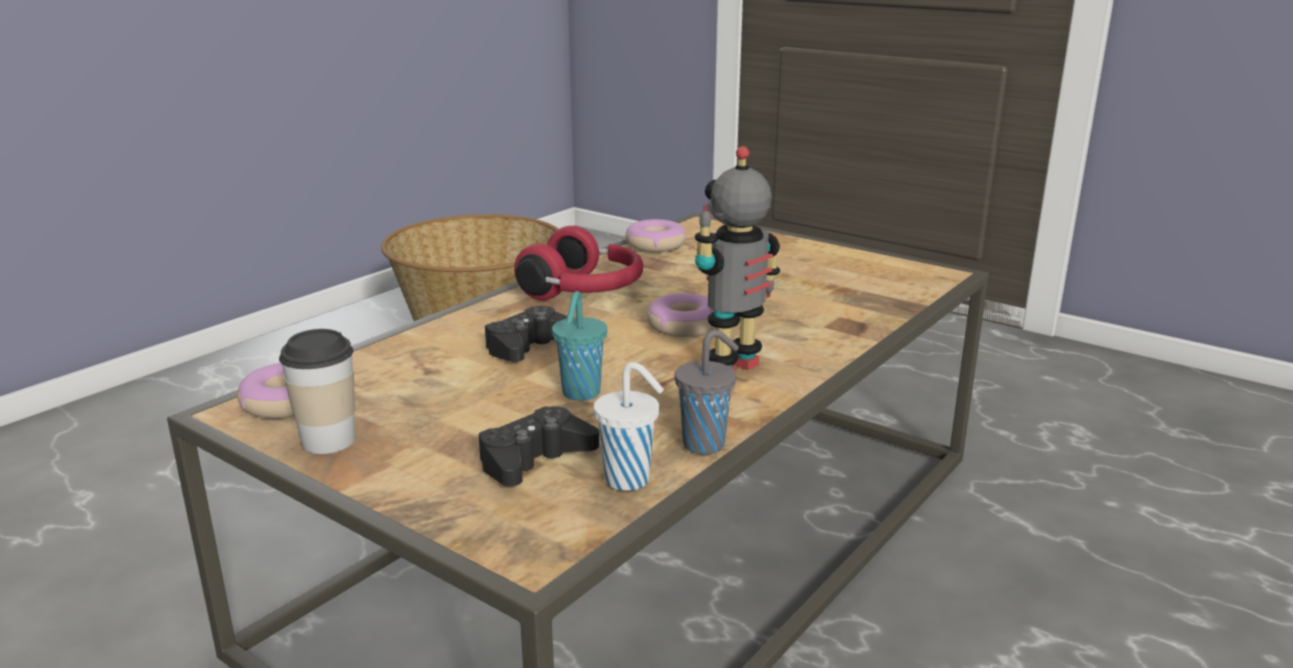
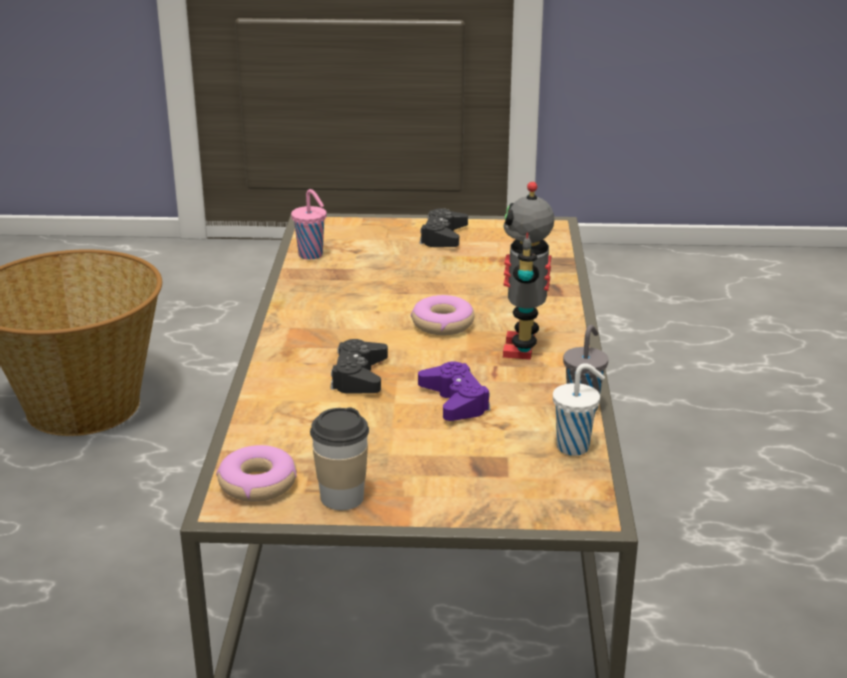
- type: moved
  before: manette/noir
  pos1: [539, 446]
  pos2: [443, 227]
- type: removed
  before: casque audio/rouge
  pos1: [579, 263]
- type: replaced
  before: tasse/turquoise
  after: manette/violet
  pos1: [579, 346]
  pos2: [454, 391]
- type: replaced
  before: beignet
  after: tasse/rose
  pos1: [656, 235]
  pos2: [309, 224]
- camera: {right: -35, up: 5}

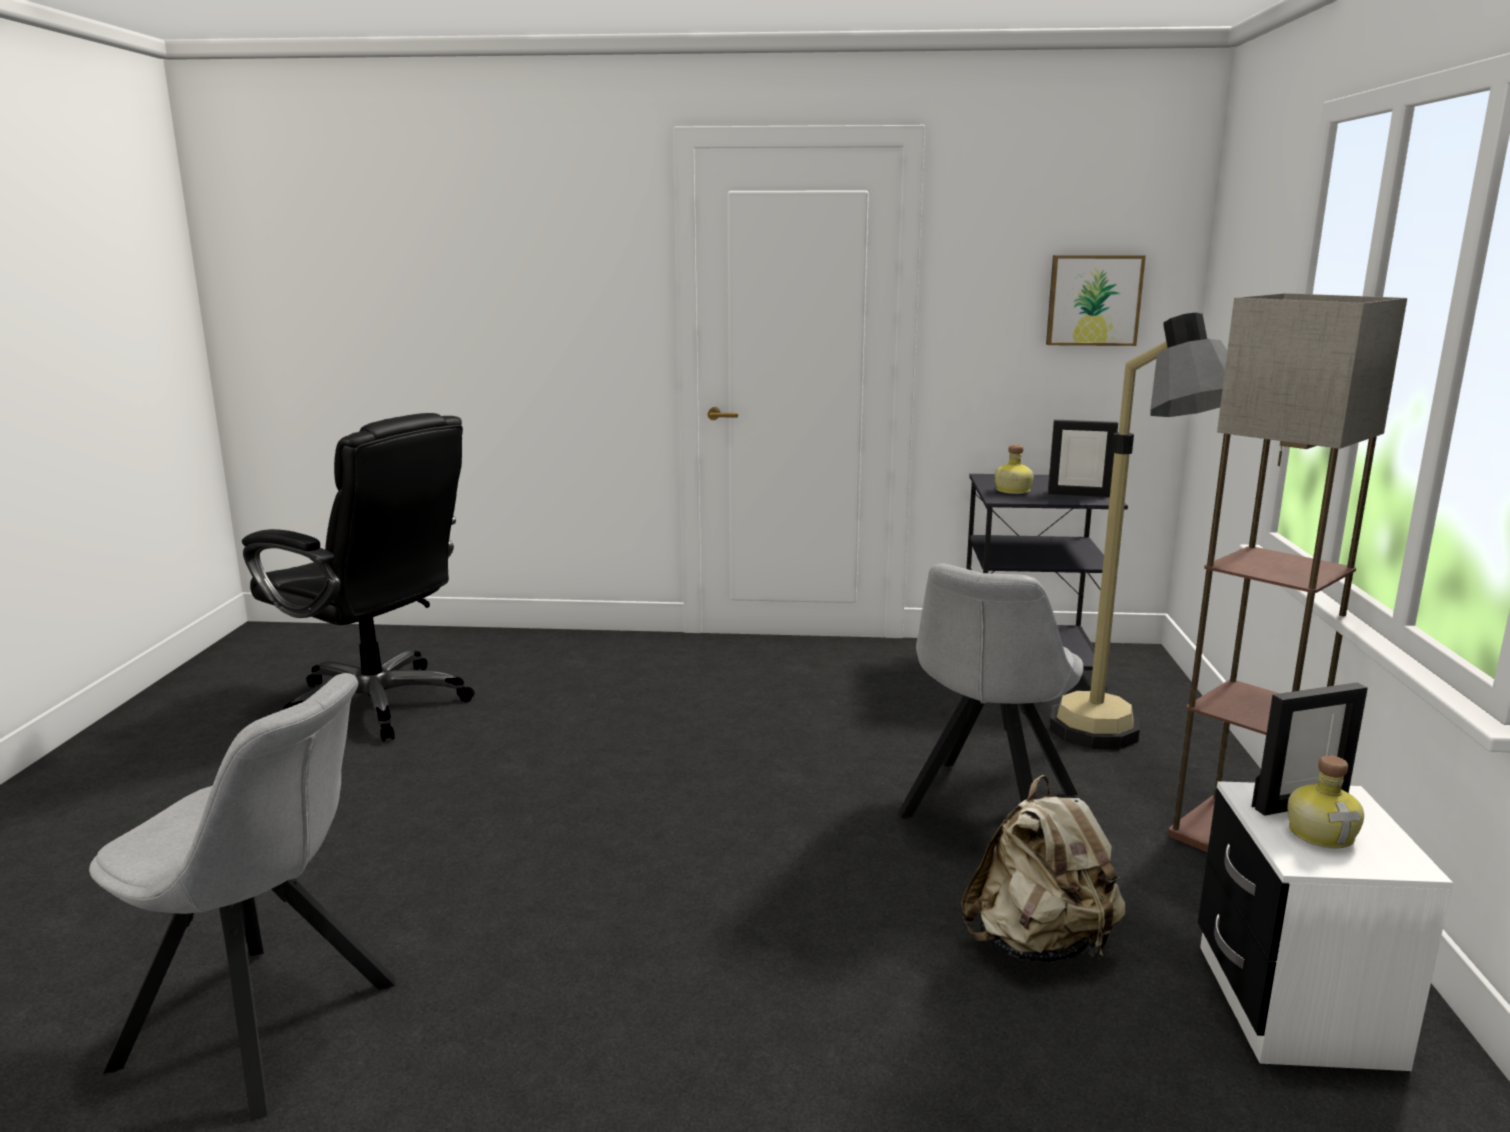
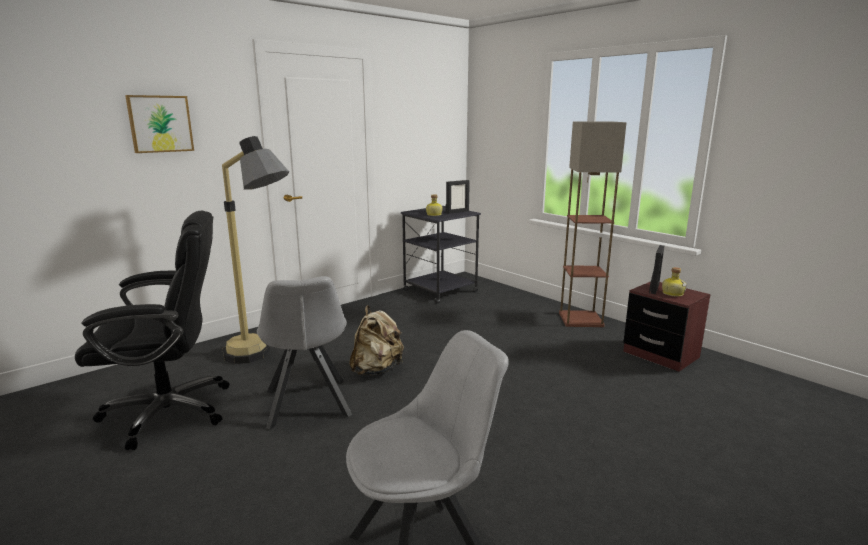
- type: moved
  before: chaise/gris
  pos1: [990, 691]
  pos2: [304, 352]
- type: moved
  before: sac à dos/beige
  pos1: [1043, 869]
  pos2: [376, 340]
- type: moved
  before: tableau
  pos1: [1096, 300]
  pos2: [159, 124]
- type: moved
  before: lampadaire
  pos1: [1138, 530]
  pos2: [255, 250]
- type: recoloured
  before: table de chevet/blanc
  after: table de chevet/marron
  pos1: [1325, 926]
  pos2: [666, 327]
- camera: {right: -45, up: 0}

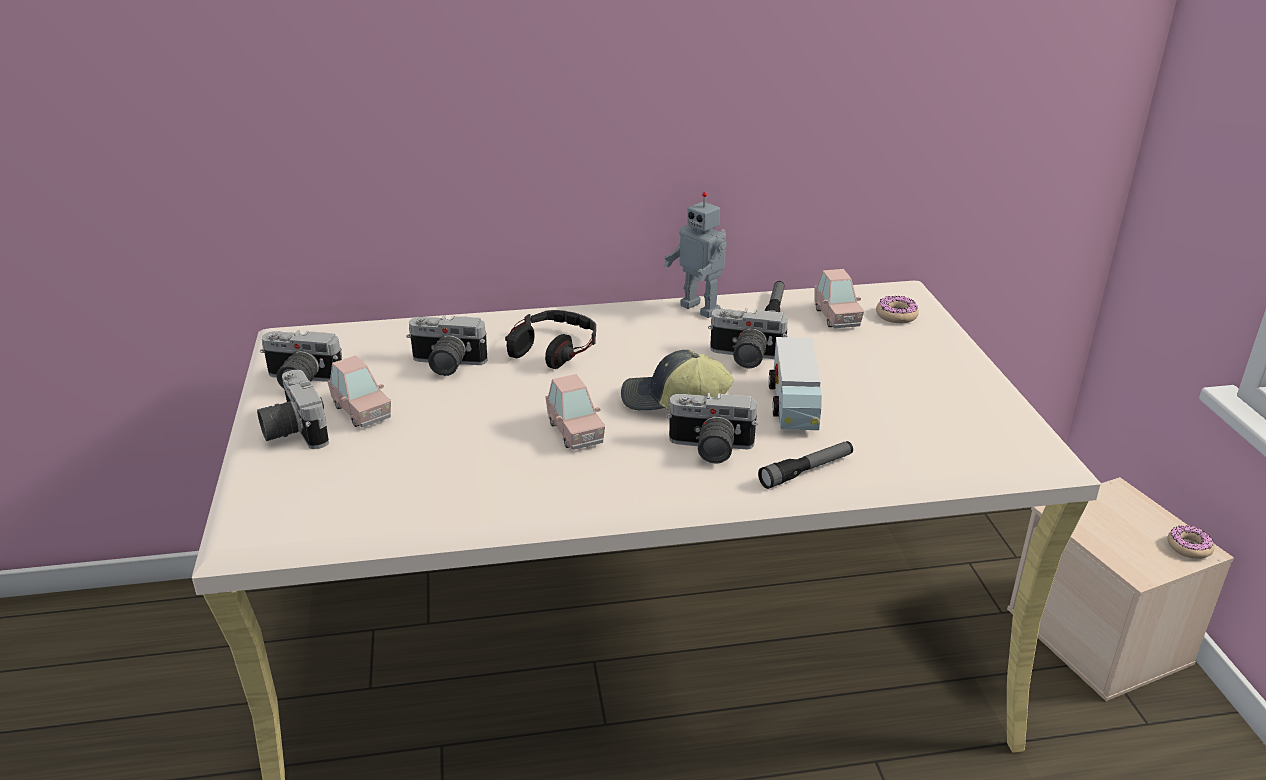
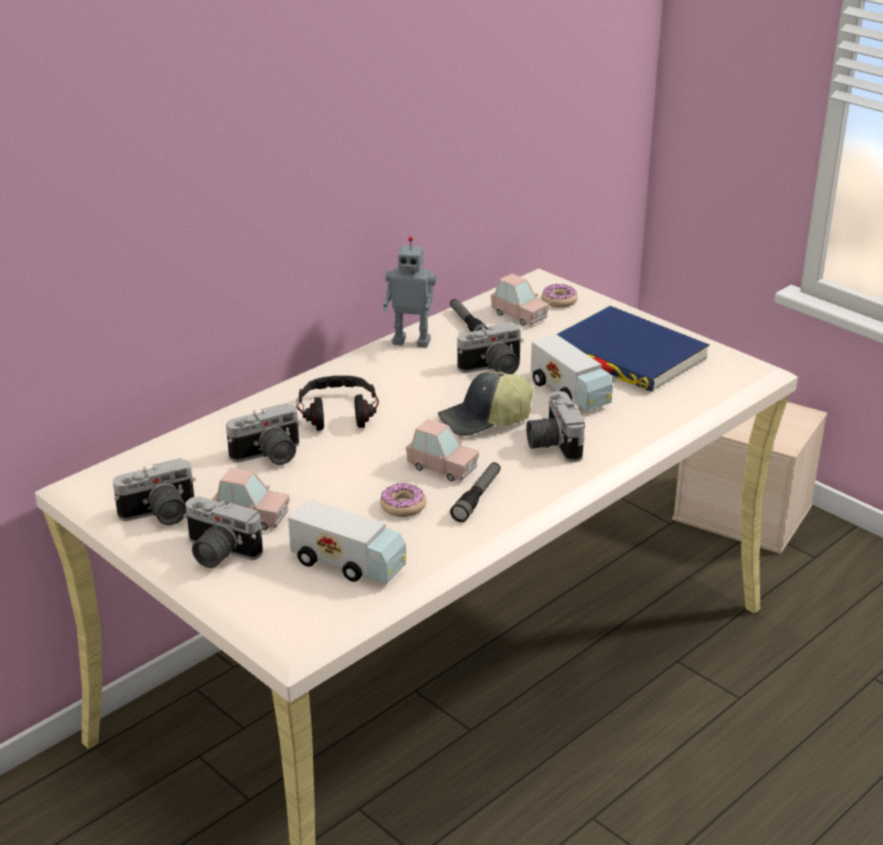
- type: turned
  before: appareil photo
  pos1: [712, 427]
  pos2: [555, 426]
  turn: 105
- type: moved
  before: lampe de poche
  pos1: [805, 465]
  pos2: [475, 492]
- type: moved
  before: beignet
  pos1: [1191, 542]
  pos2: [403, 500]
- type: added
  after: camion jouet
  pos2: [347, 541]
- type: added
  after: livre/bleu
  pos2: [633, 349]
- camera: {right: -35, up: 0}

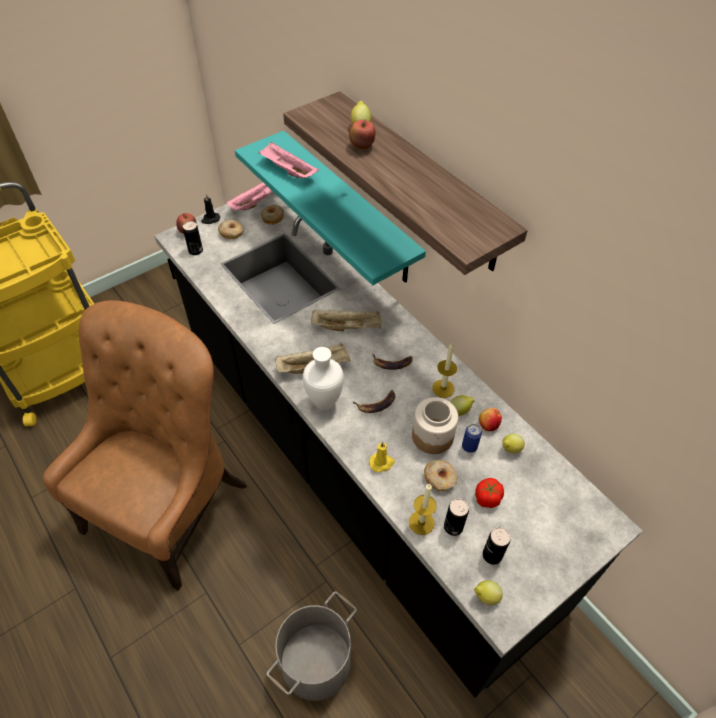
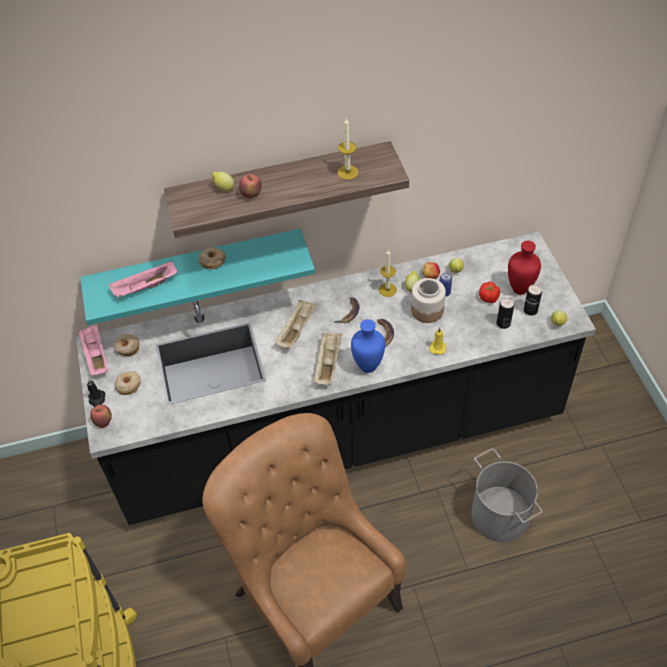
- type: removed
  before: boîte métallique
  pos1: [193, 238]
- type: recoloured
  before: vase/blanc
  after: vase/bleu
  pos1: [323, 378]
  pos2: [368, 346]
- type: moved
  before: bougie
  pos1: [423, 509]
  pos2: [348, 149]
- type: moved
  before: beignet
  pos1: [441, 475]
  pos2: [212, 258]
- type: added
  after: vase/rouge
  pos2: [524, 268]
- camera: {right: -65, up: 0}

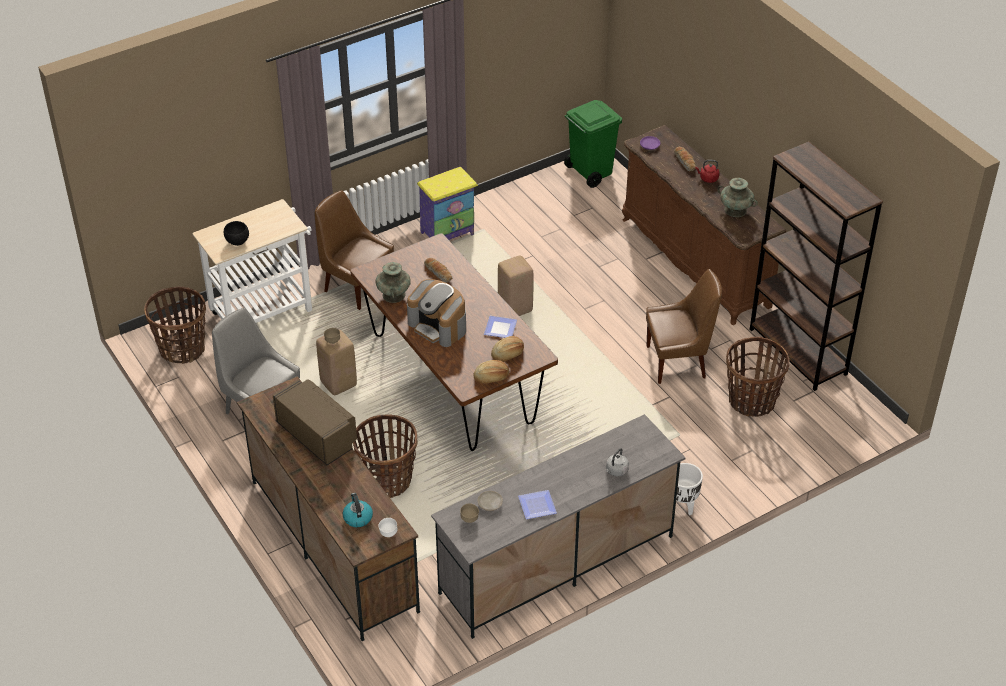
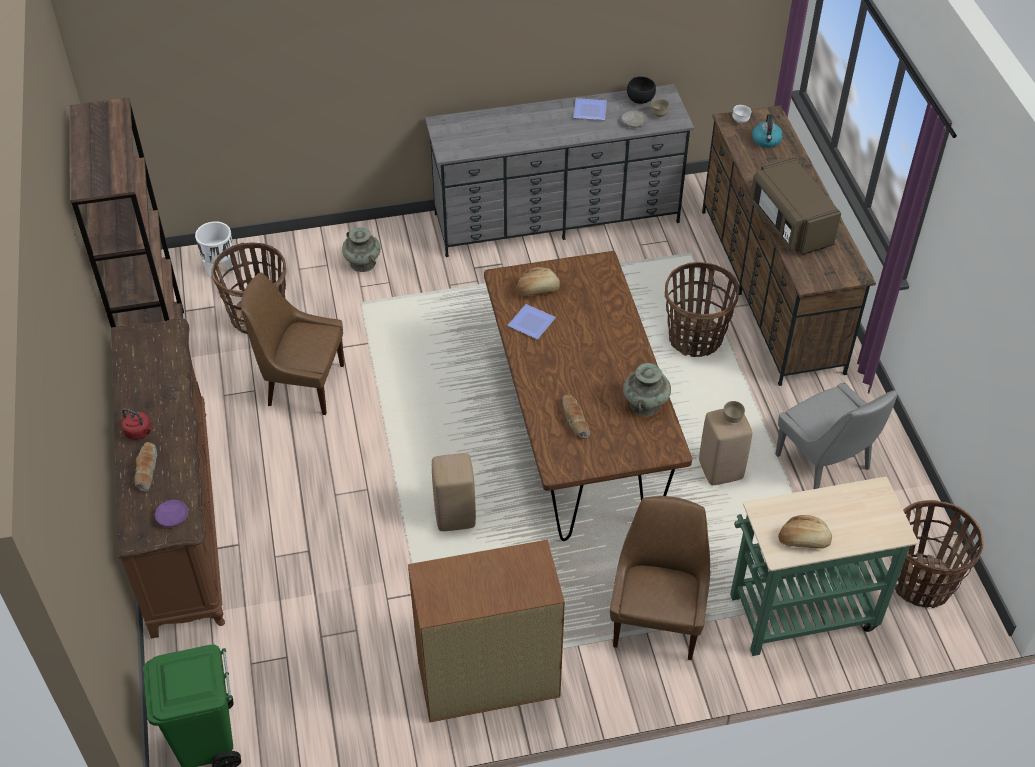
- type: recoloured
  before: chariot/blanc
  after: chariot/vert
  pos1: [252, 261]
  pos2: [824, 566]
- type: moved
  before: bol/noir
  pos1: [236, 233]
  pos2: [641, 90]
- type: turned
  before: chaise/marron
  pos1: [354, 250]
  pos2: [660, 578]
  turn: -135
- type: removed
  before: machine à café
  pos1: [436, 313]
- type: replaced
  before: table de chevet
  after: meuble de rangement/marron
  pos1: [447, 203]
  pos2: [486, 631]
- type: moved
  before: pain
  pos1: [491, 372]
  pos2: [805, 532]
- type: removed
  before: bouilloire/gris
  pos1: [617, 462]
- type: moved
  before: cache-pot/blanc
  pos1: [689, 489]
  pos2: [215, 249]
- type: moved
  before: vase/turquoise
  pos1: [737, 197]
  pos2: [361, 250]
- camera: {right: -160, up: 5}

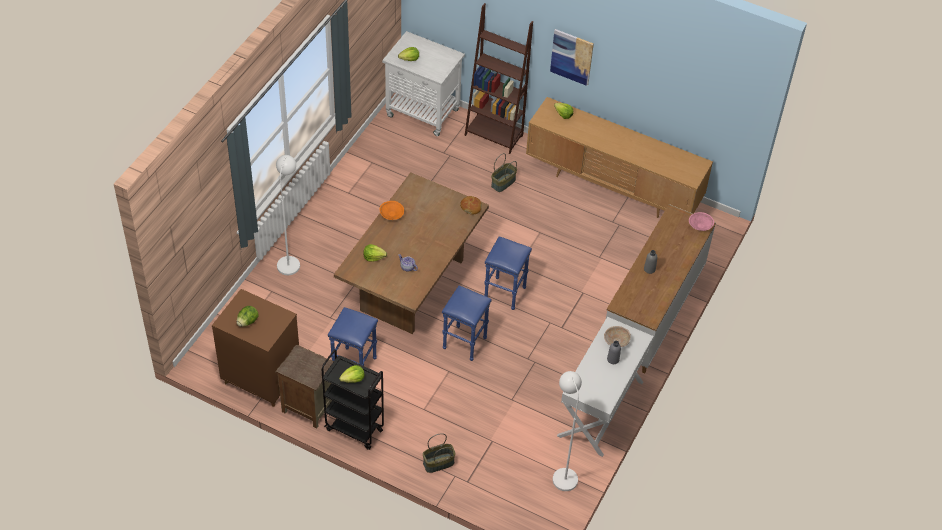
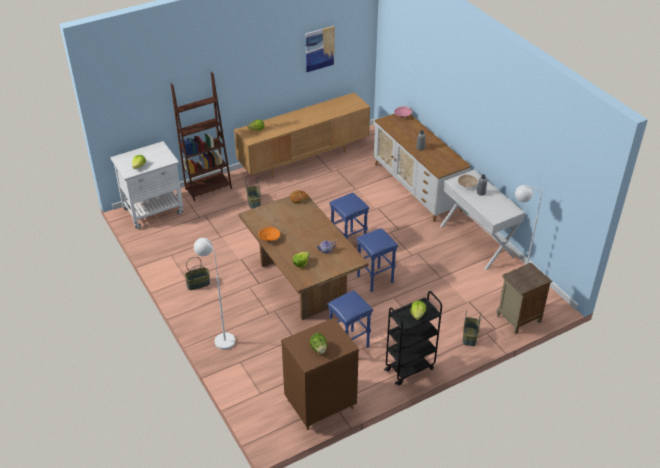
- type: moved
  before: table de chevet/beige
  pos1: [304, 386]
  pos2: [524, 298]
- type: moved
  before: tableau
  pos1: [572, 57]
  pos2: [320, 49]
- type: added
  after: panier
  pos2: [197, 273]
- camera: {right: -55, up: -10}

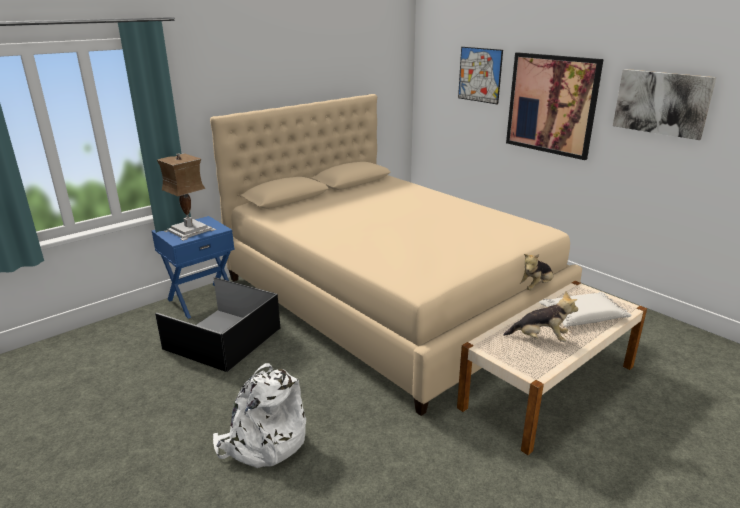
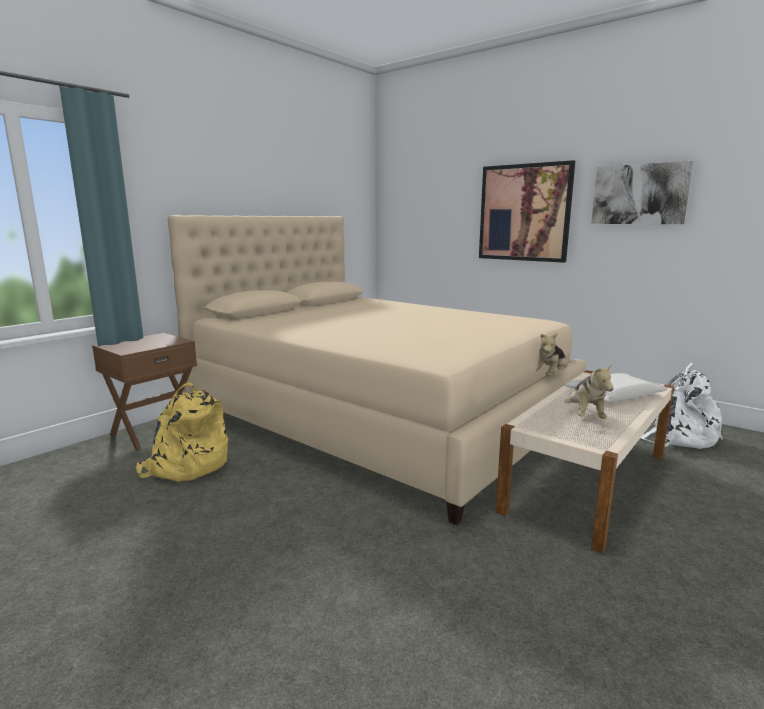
- type: recoloured
  before: table de chevet/bleu
  after: table de chevet/marron
  pos1: [193, 267]
  pos2: [144, 392]
- type: replaced
  before: boîte de rangement/noir
  after: sac à dos/jaune
  pos1: [217, 324]
  pos2: [182, 432]
- type: removed
  before: lampe de table
  pos1: [186, 197]
- type: moved
  before: sac à dos/blanc
  pos1: [259, 415]
  pos2: [682, 406]
- type: removed
  before: tableau
  pos1: [480, 76]
- type: turned
  before: peluche
  pos1: [540, 316]
  pos2: [588, 391]
  turn: 90
- camera: {right: -10, up: -10}

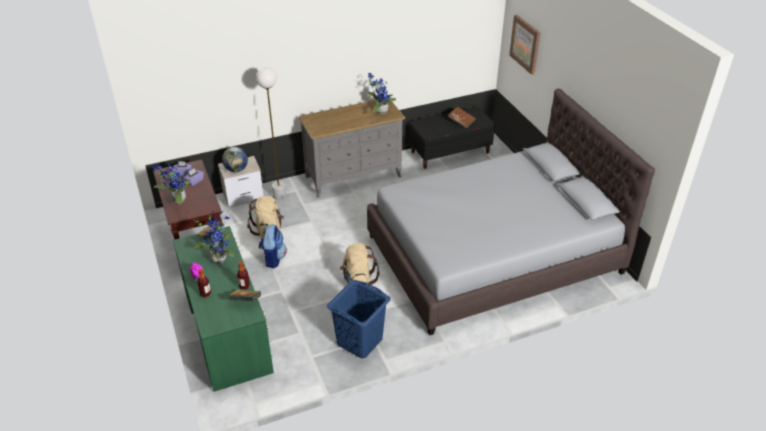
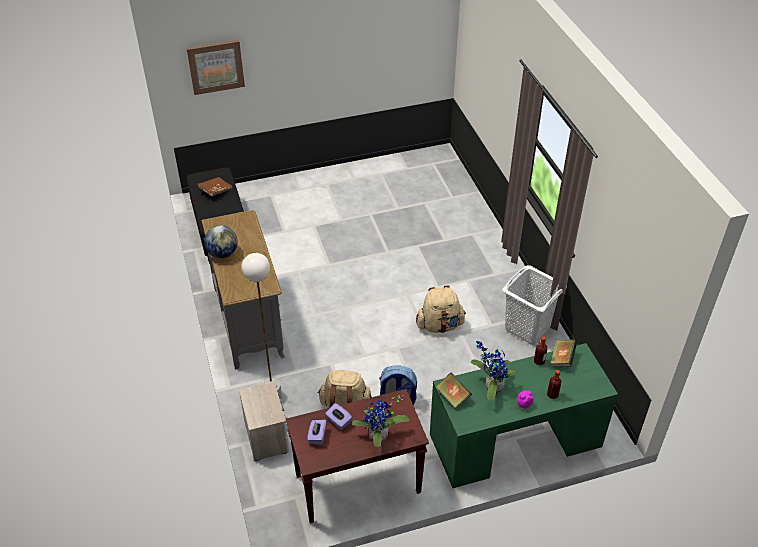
- type: moved
  before: globe
  pos1: [235, 159]
  pos2: [221, 241]
- type: recoloured
  before: panier à linge/bleu
  after: panier à linge/blanc
  pos1: [359, 319]
  pos2: [534, 305]
- type: removed
  before: plante en pot
  pos1: [381, 93]
- type: removed
  before: lit/gris
  pos1: [511, 212]
- camera: {right: -85, up: 5}

